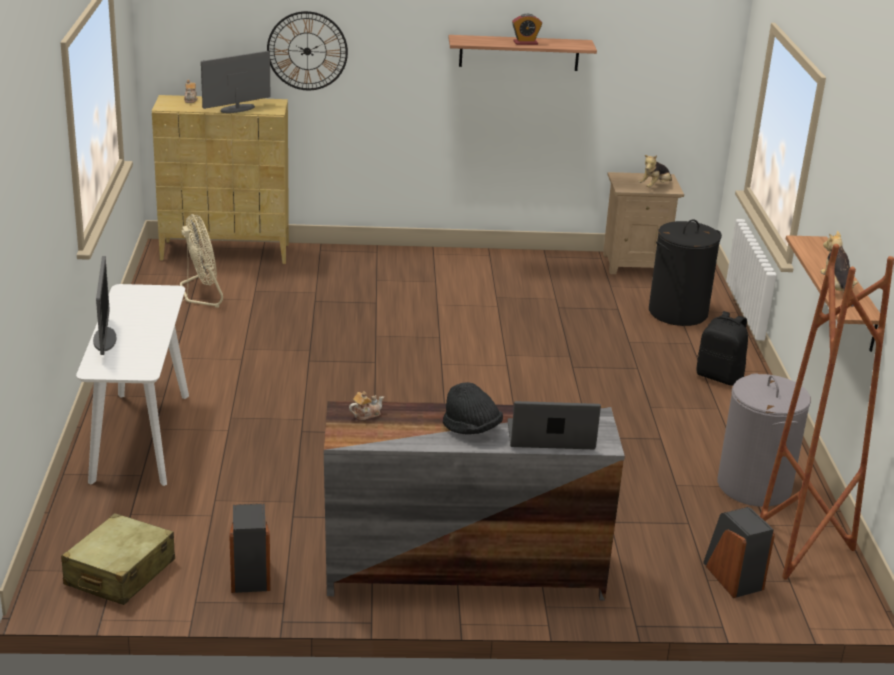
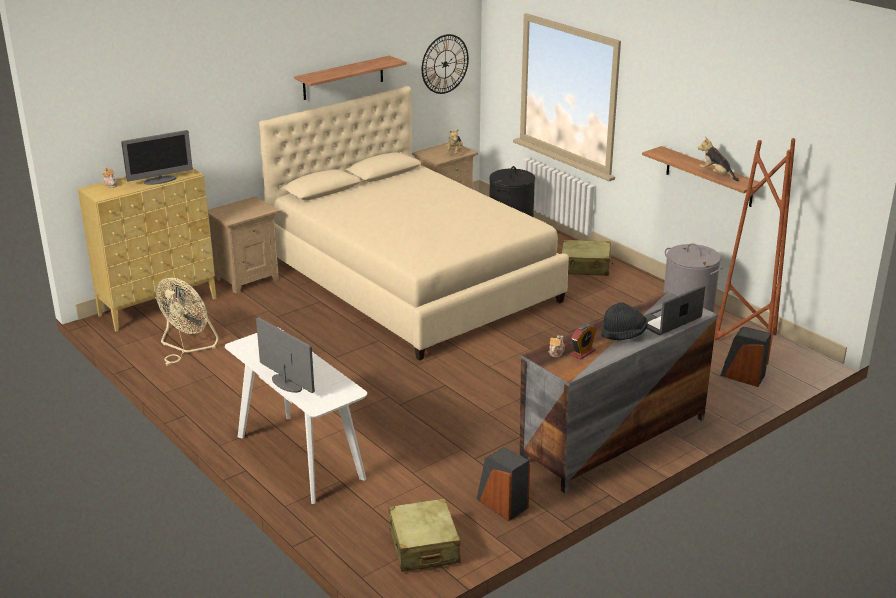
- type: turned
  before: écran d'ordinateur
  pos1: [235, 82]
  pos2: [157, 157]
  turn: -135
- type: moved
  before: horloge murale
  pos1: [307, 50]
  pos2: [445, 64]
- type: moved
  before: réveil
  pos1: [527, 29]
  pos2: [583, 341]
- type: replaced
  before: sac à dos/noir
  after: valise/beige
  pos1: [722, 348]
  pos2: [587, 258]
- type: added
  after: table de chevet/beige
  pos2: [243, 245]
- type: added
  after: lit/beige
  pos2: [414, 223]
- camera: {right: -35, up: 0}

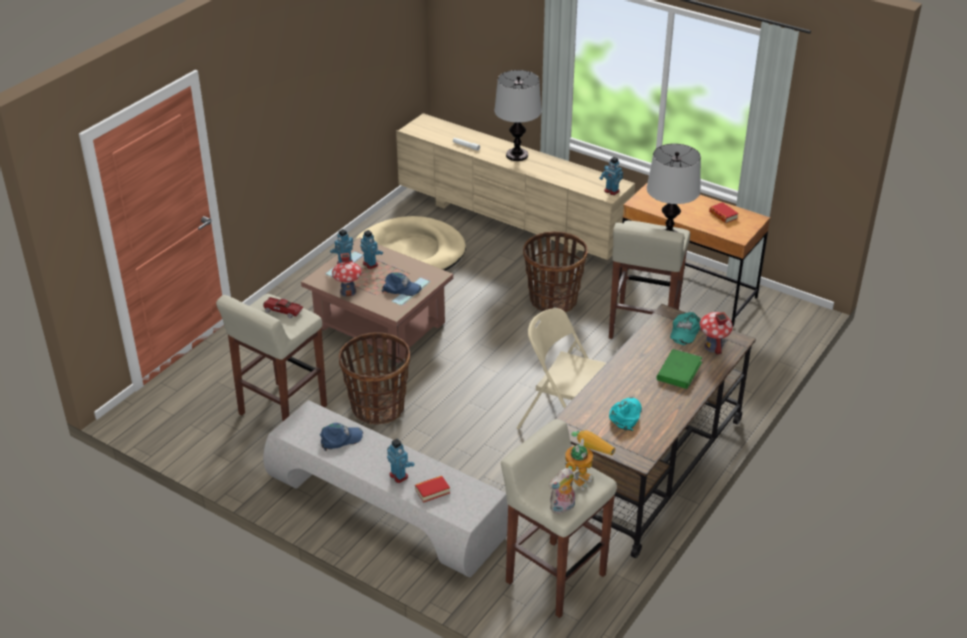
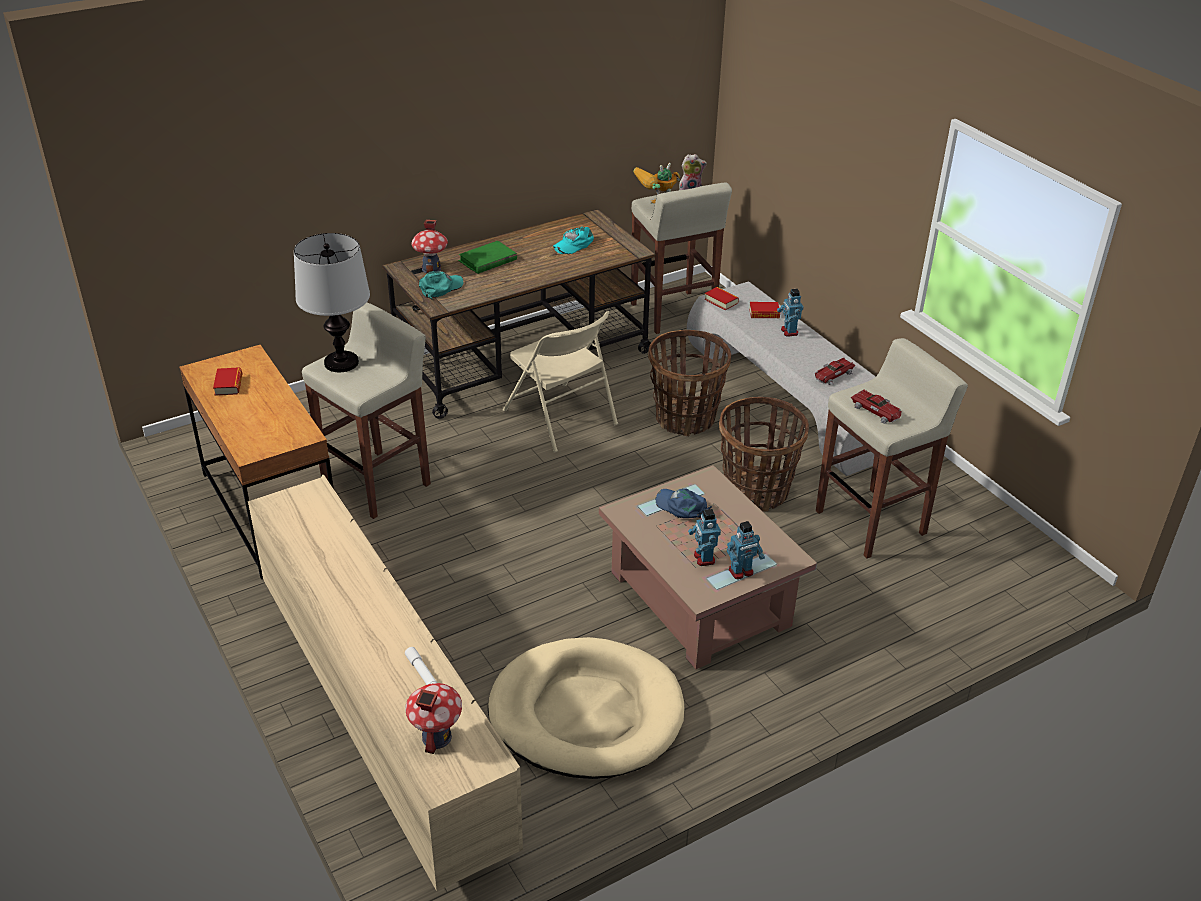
- type: replaced
  before: casquette/bleu
  after: petite voiture
  pos1: [341, 437]
  pos2: [834, 371]
- type: moved
  before: maison miniature
  pos1: [347, 275]
  pos2: [433, 718]
- type: removed
  before: lampe de table
  pos1: [518, 115]
- type: moved
  before: panier
  pos1: [555, 271]
  pos2: [689, 383]
- type: removed
  before: robot jouet
  pos1: [611, 176]
- type: added
  after: livre
  pos2: [721, 298]
- camera: {right: -155, up: 0}

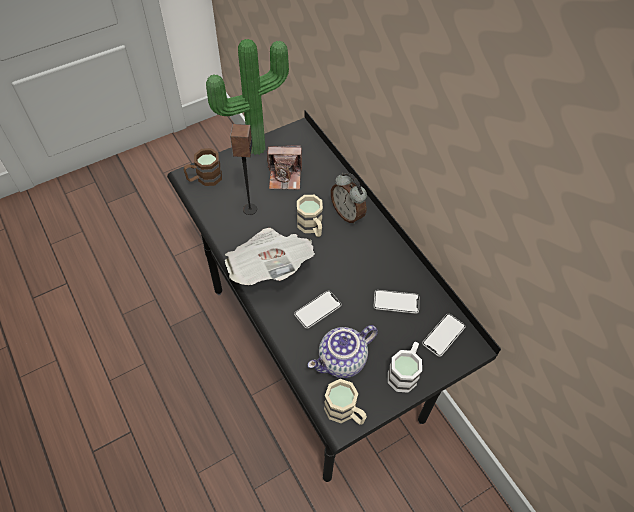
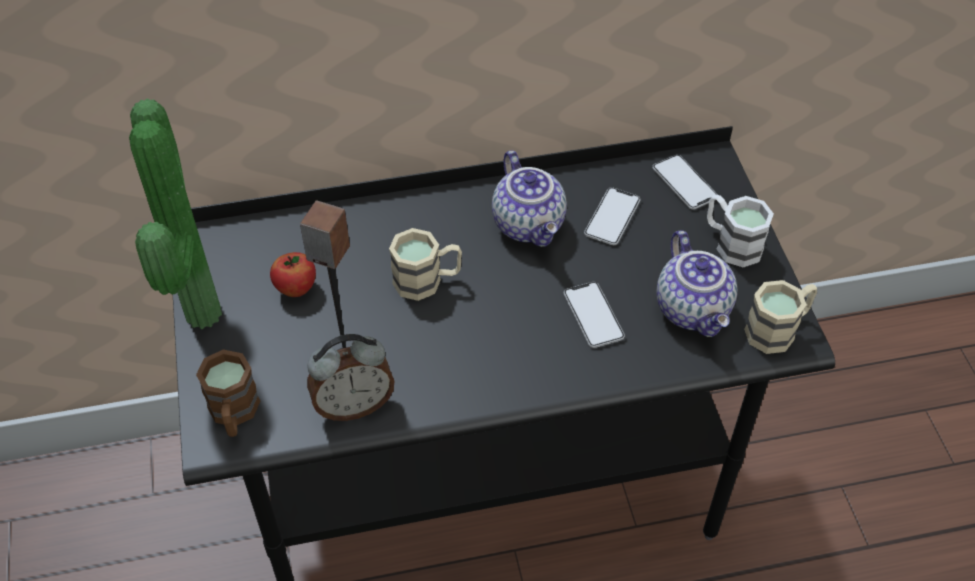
- type: removed
  before: journal
  pos1: [270, 256]
- type: replaced
  before: appareil photo
  after: pomme
  pos1: [284, 167]
  pos2: [293, 274]
- type: moved
  before: réveil
  pos1: [349, 198]
  pos2: [350, 377]
- type: added
  after: théière
  pos2: [529, 198]
- camera: {right: -70, up: -5}

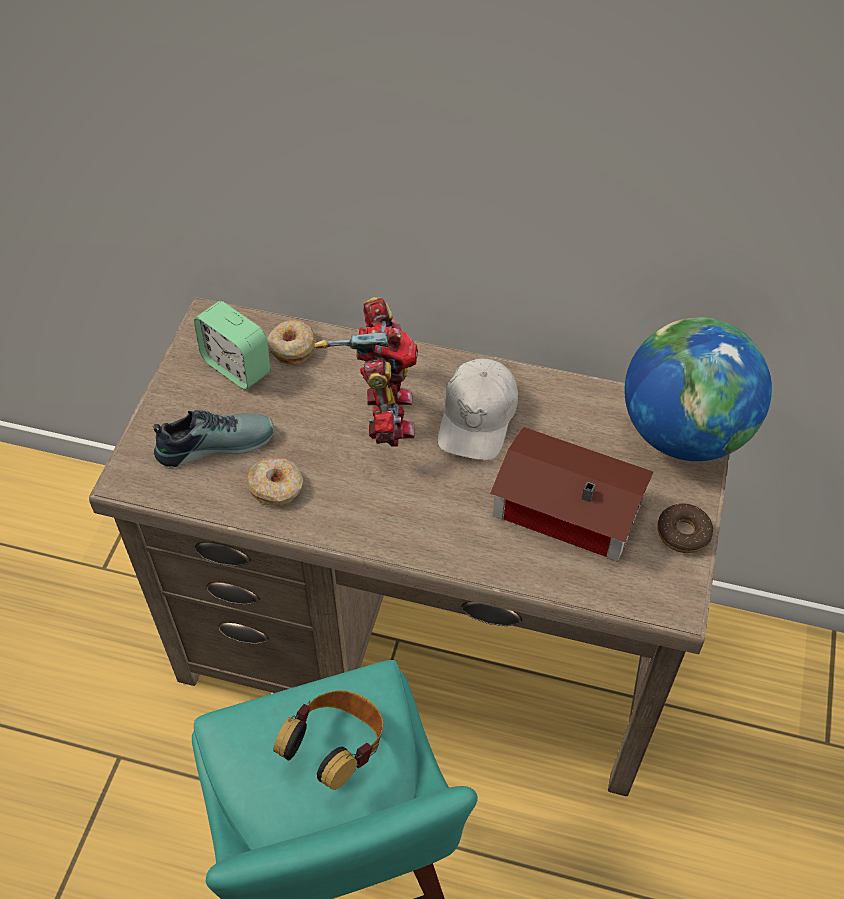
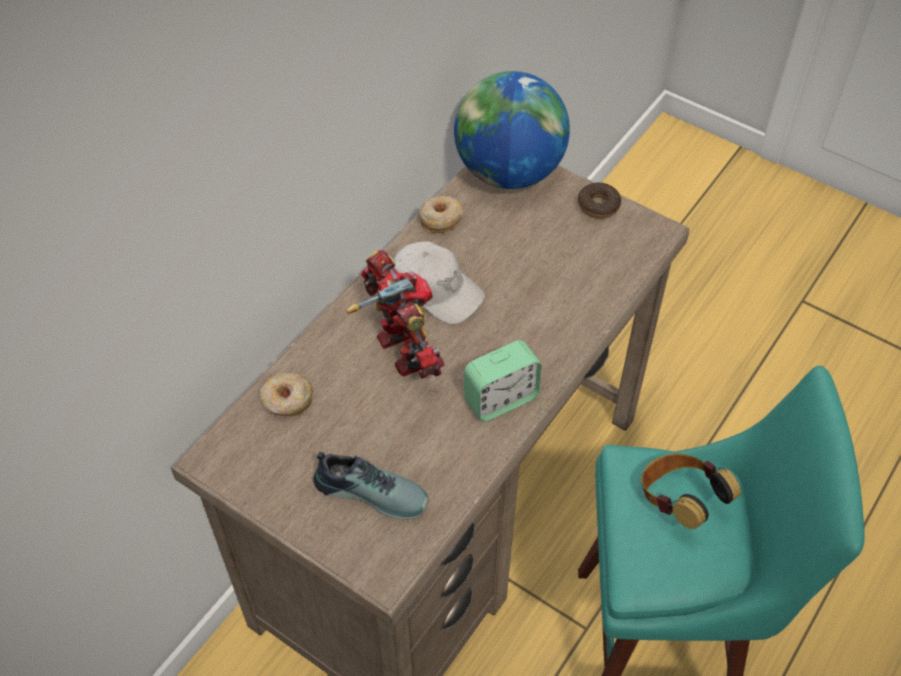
- type: turned
  before: chaussure
  pos1: [213, 438]
  pos2: [371, 486]
  turn: 105
- type: moved
  before: réveil
  pos1: [232, 345]
  pos2: [503, 381]
- type: moved
  before: beignet
  pos1: [275, 481]
  pos2: [440, 214]
- type: turned
  before: robot jouet
  pos1: [366, 372]
  pos2: [396, 314]
  turn: 45
- type: removed
  before: maison miniature
  pos1: [571, 494]
- camera: {right: -70, up: 0}

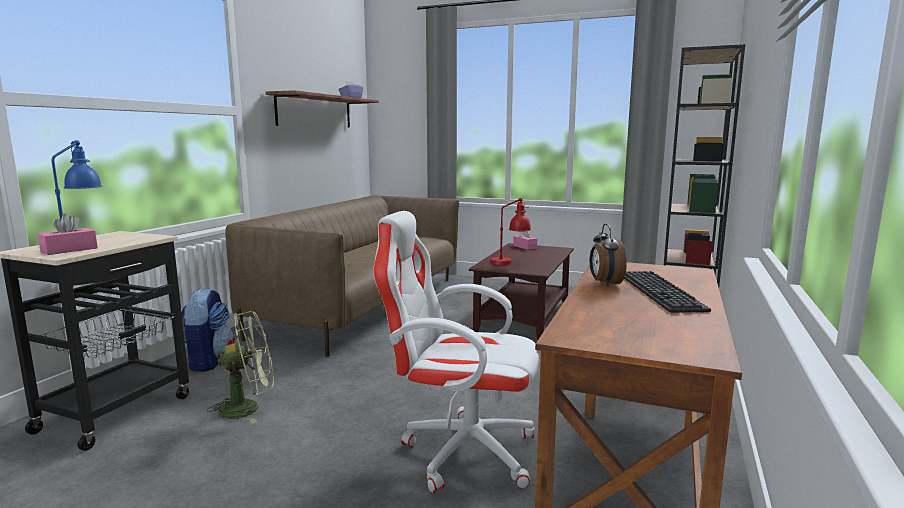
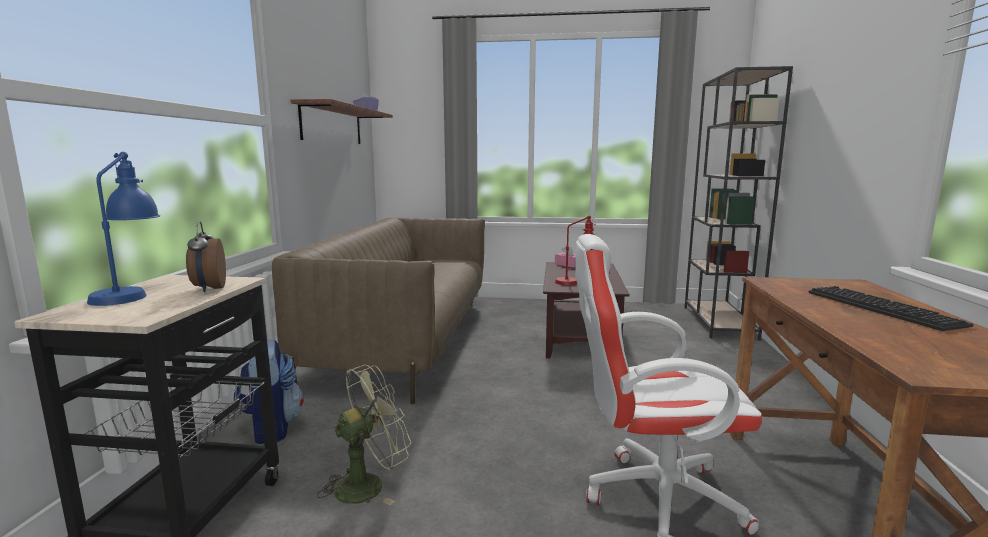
- type: removed
  before: boîte à mouchoirs/rose
  pos1: [68, 234]
- type: moved
  before: réveil
  pos1: [608, 255]
  pos2: [206, 256]
- camera: {right: -15, up: 0}

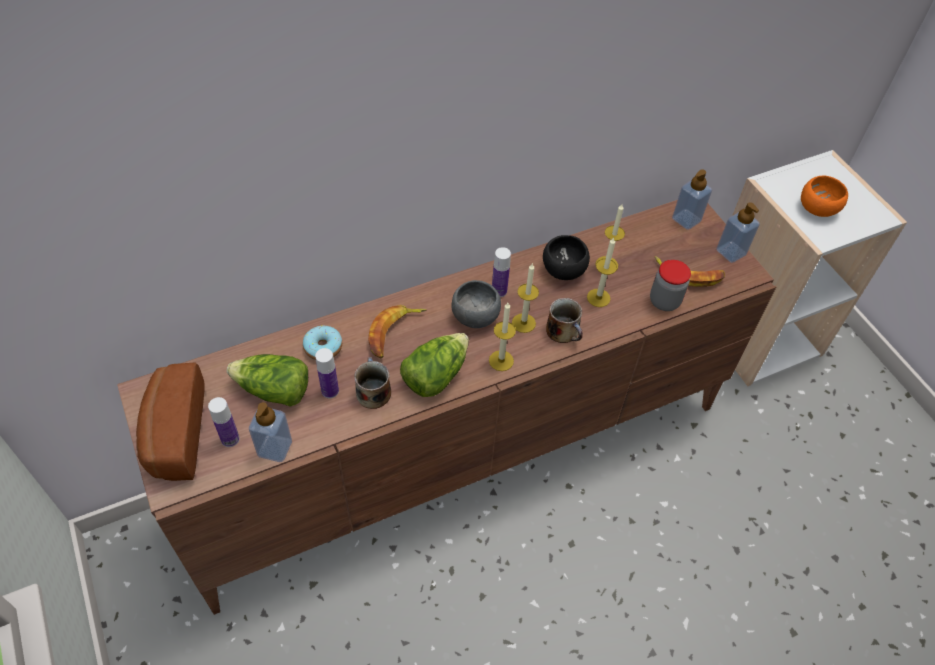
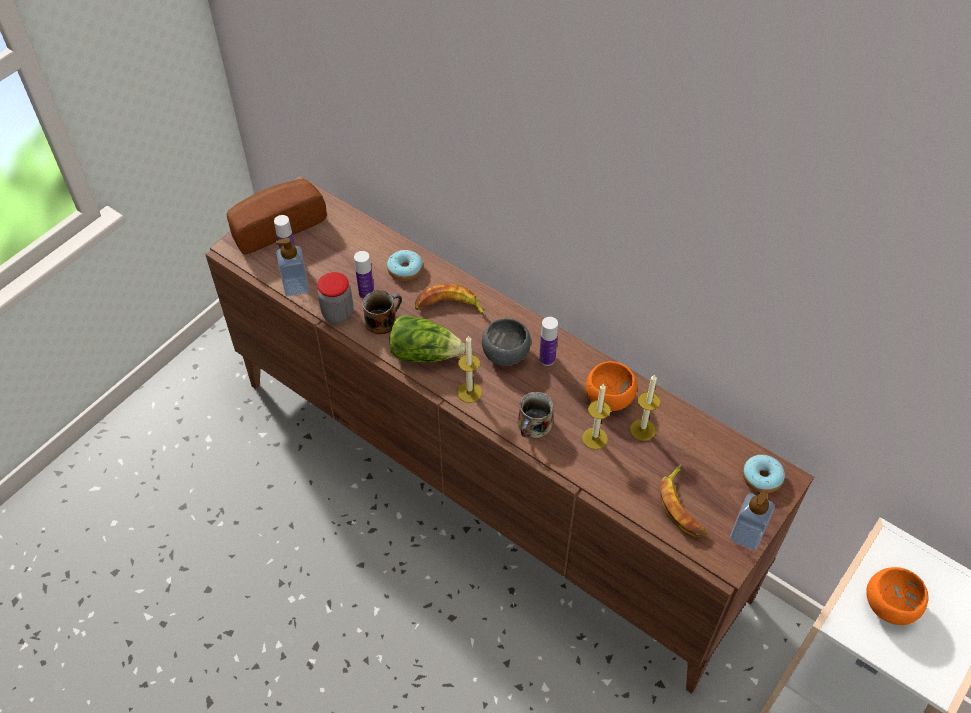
- type: removed
  before: laitue
  pos1: [267, 380]
- type: removed
  before: bougie
  pos1: [525, 298]
- type: recoloured
  before: bol/noir
  after: bol/orange
  pos1: [566, 257]
  pos2: [611, 386]
- type: moved
  before: bocal
  pos1: [670, 285]
  pos2: [335, 297]
- type: replaced
  before: distributeur de savon
  after: beignet
  pos1: [692, 199]
  pos2: [764, 474]
- camera: {right: 65, up: 0}

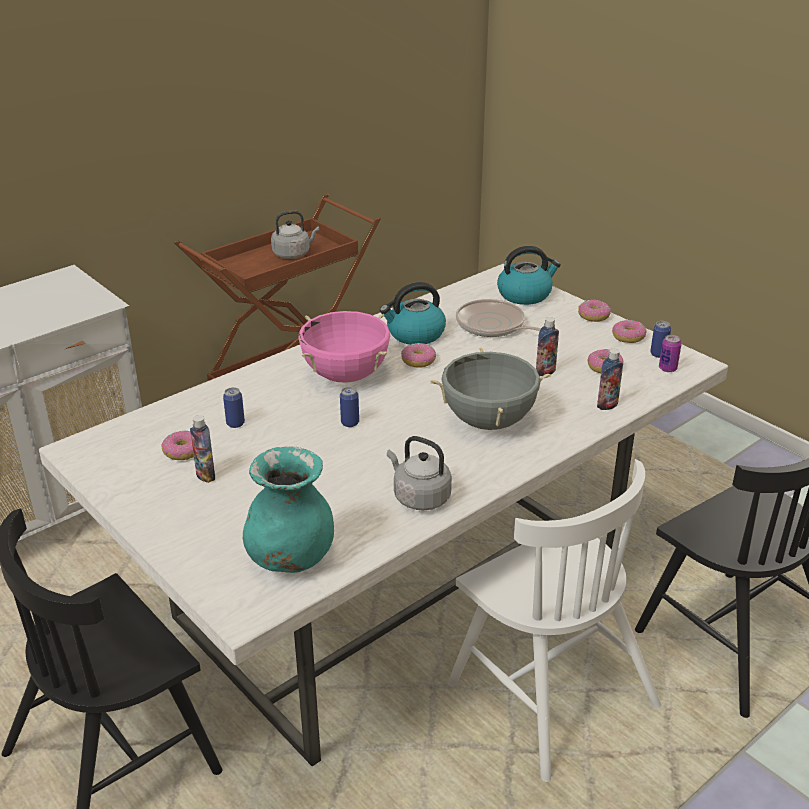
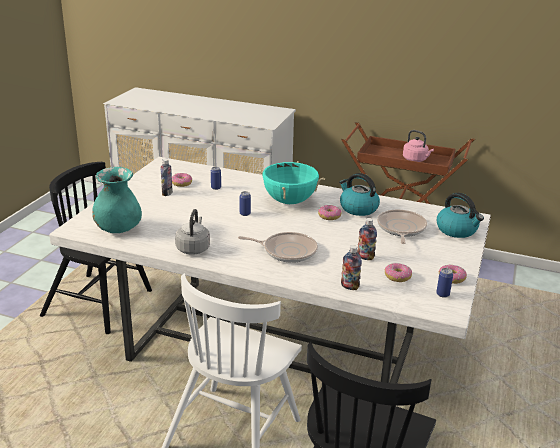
- type: recoloured
  before: bouilloire/gris
  after: bouilloire/rose
  pos1: [295, 235]
  pos2: [418, 146]
- type: recoloured
  before: marmite/rose
  after: marmite/turquoise
  pos1: [344, 347]
  pos2: [291, 182]
- type: replaced
  before: marmite/gris
  after: poêle
  pos1: [490, 388]
  pos2: [278, 247]
- type: removed
  before: beignet
  pos1: [594, 311]
- type: removed
  before: boîte métallique
  pos1: [670, 353]
- camera: {right: 60, up: -5}

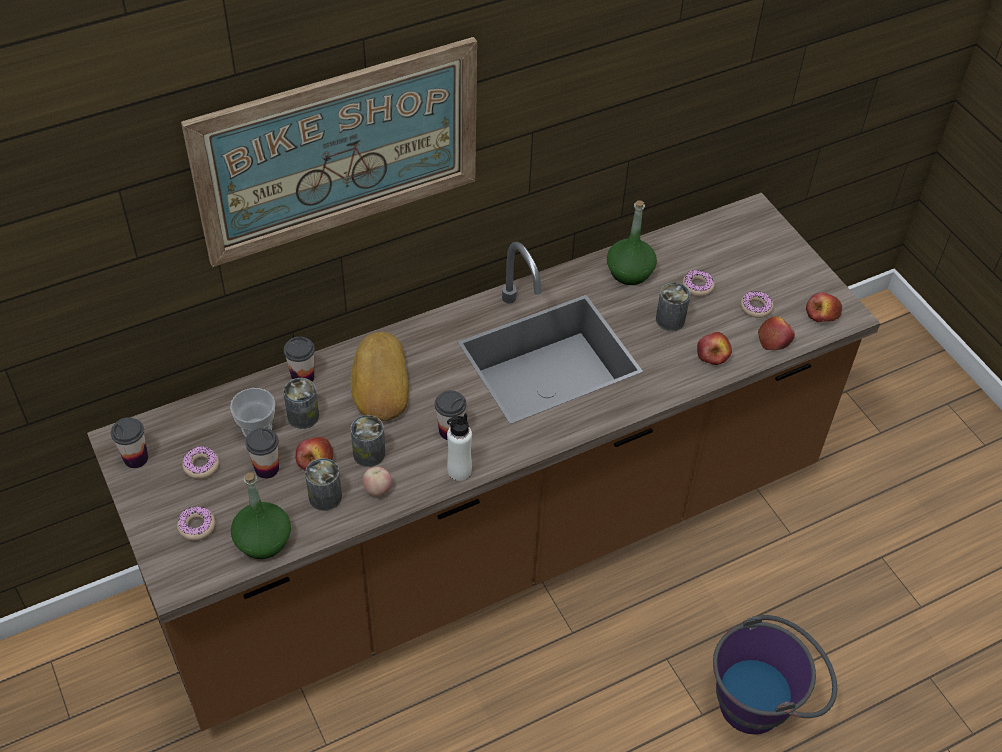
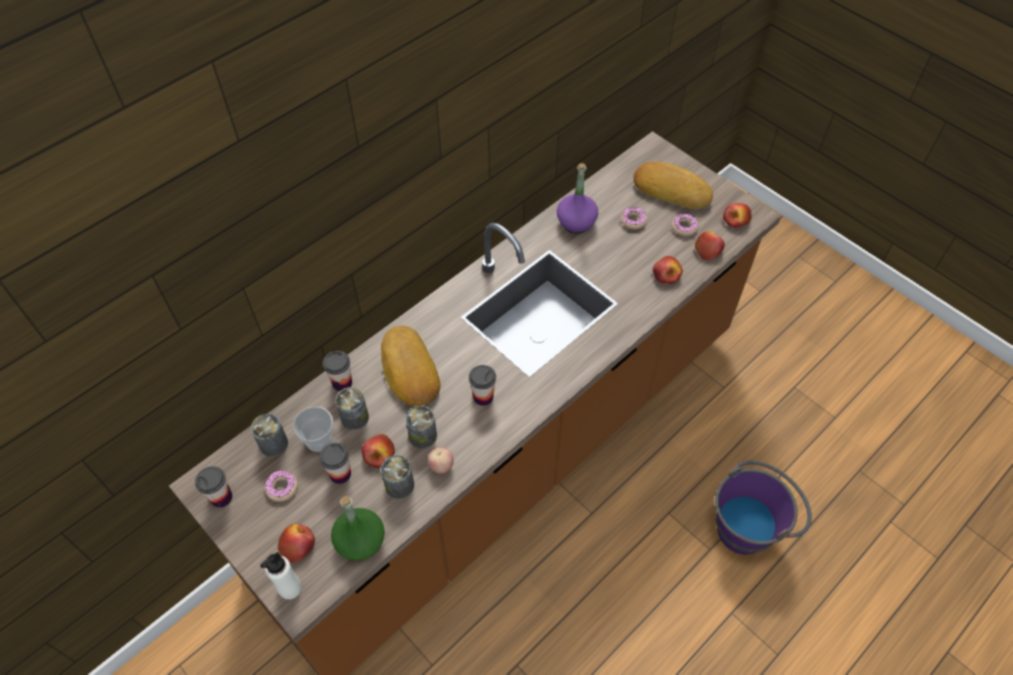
- type: replaced
  before: beignet
  after: pomme
  pos1: [196, 524]
  pos2: [296, 543]
- type: removed
  before: tableau
  pos1: [329, 152]
- type: moved
  before: bouteille/blanc
  pos1: [459, 447]
  pos2: [281, 576]
- type: recoloured
  before: bouteille/vert
  after: bouteille/violet
  pos1: [632, 243]
  pos2: [577, 198]
- type: moved
  before: boîte métallique
  pos1: [673, 307]
  pos2: [269, 435]
- type: added
  after: pain
  pos2: [673, 185]
- camera: {right: -15, up: 5}

